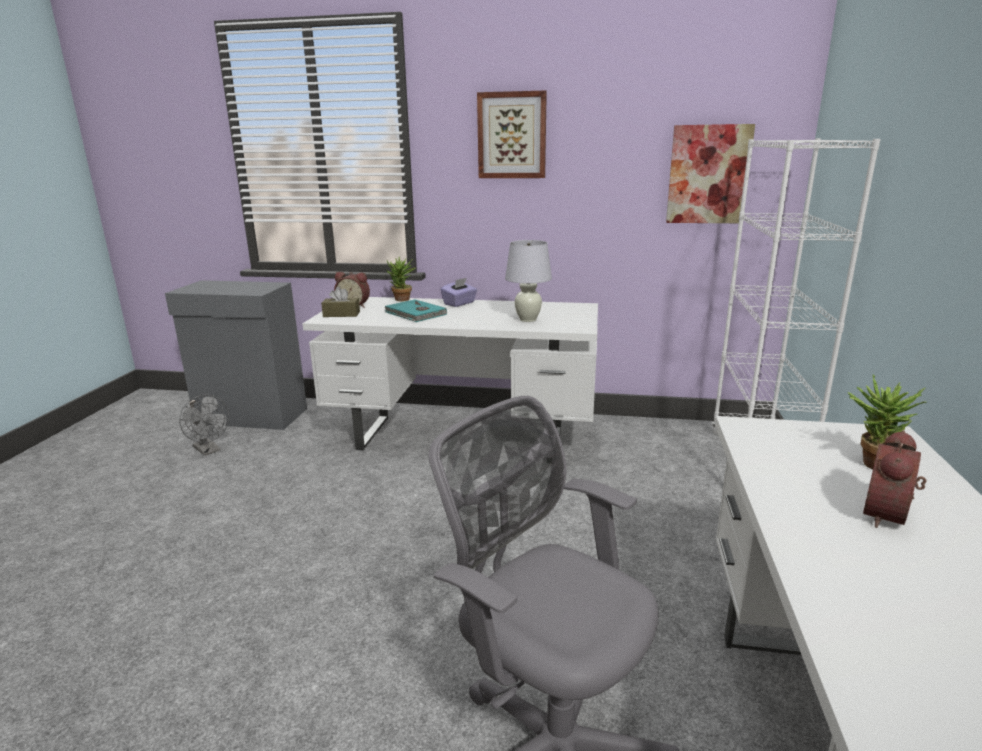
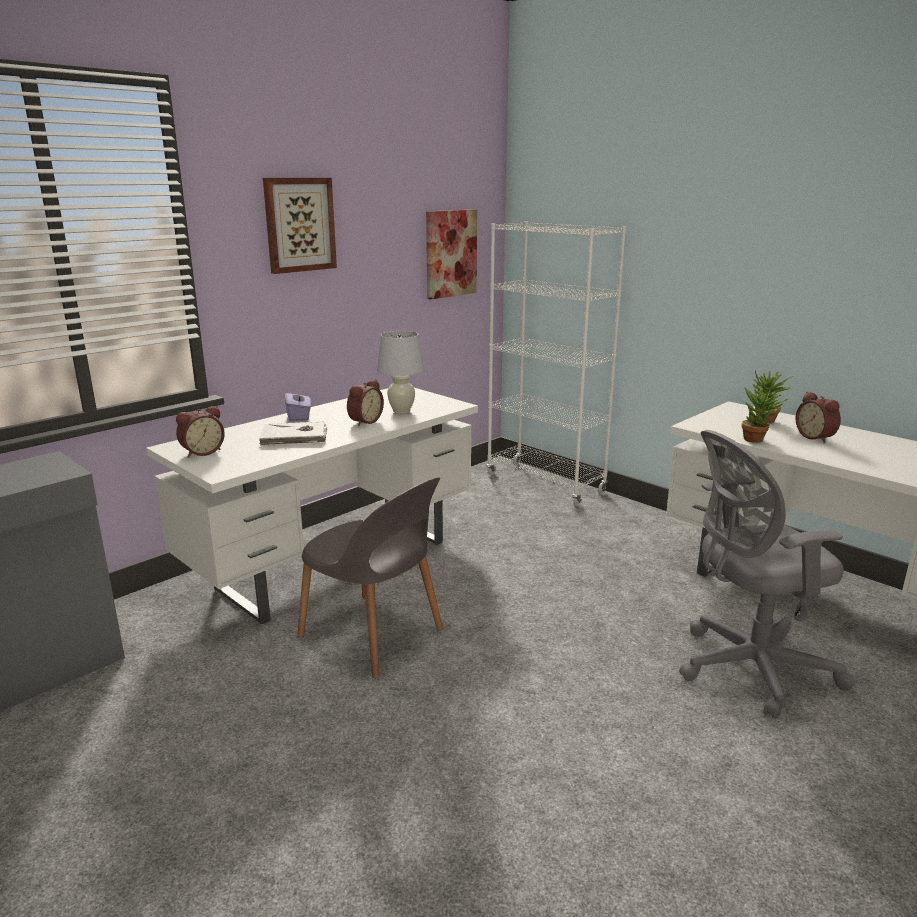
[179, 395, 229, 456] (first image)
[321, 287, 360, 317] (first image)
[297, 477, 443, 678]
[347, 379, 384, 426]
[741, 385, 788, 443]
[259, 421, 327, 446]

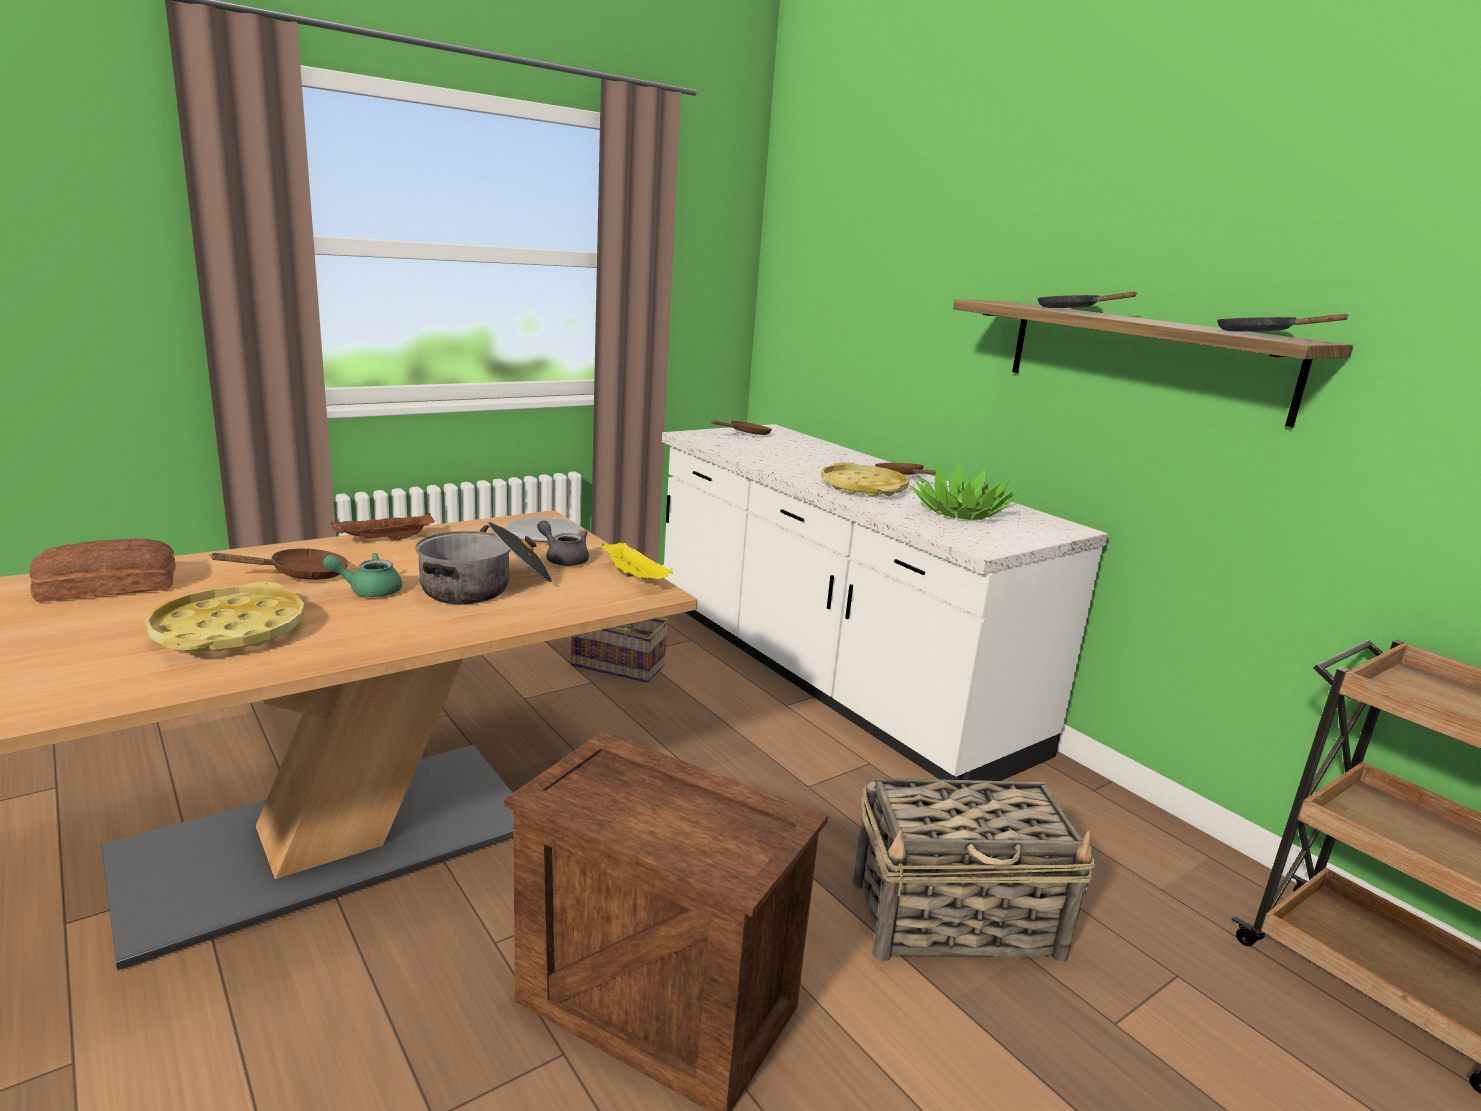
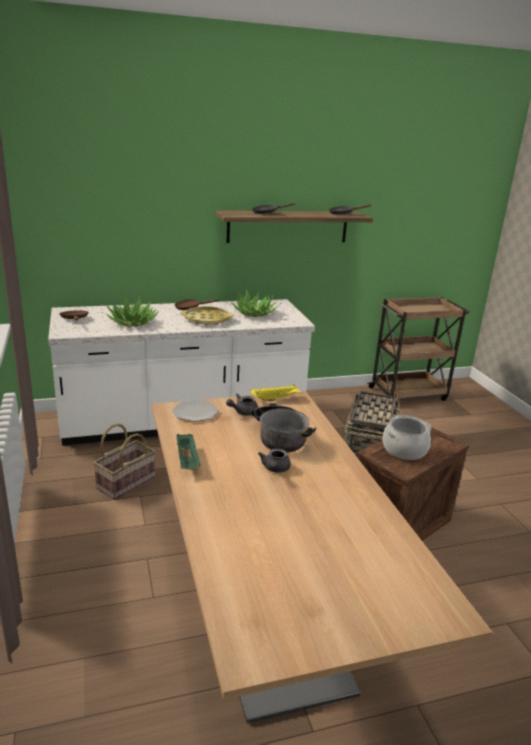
[29, 539, 176, 602] (first image)
[145, 582, 305, 652] (first image)
[209, 548, 348, 580] (first image)
[105, 297, 159, 327]
[383, 415, 431, 460]
[258, 448, 291, 473]
[177, 434, 201, 469]

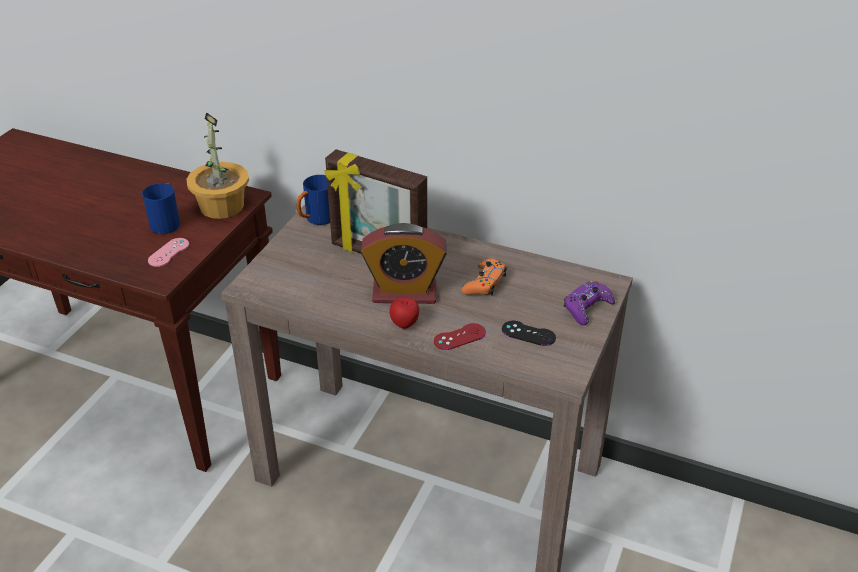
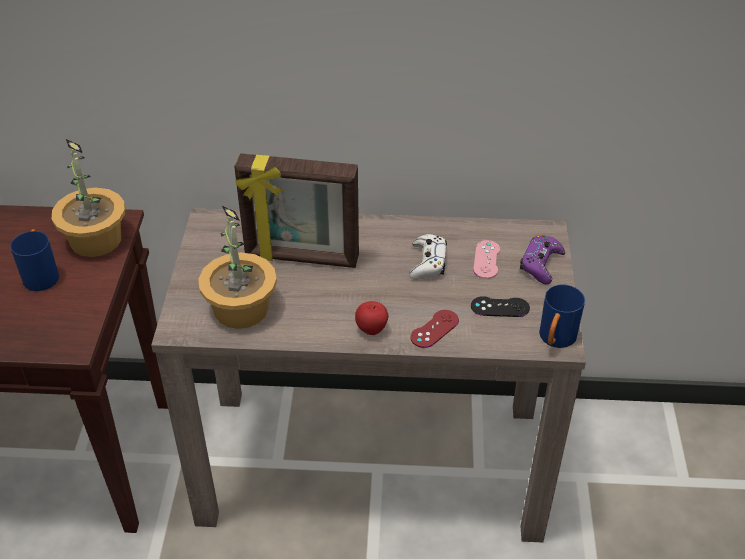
[360, 223, 447, 304] (first image)
[198, 206, 277, 329]
[473, 240, 500, 279]
[539, 284, 585, 348]
[409, 234, 447, 280]

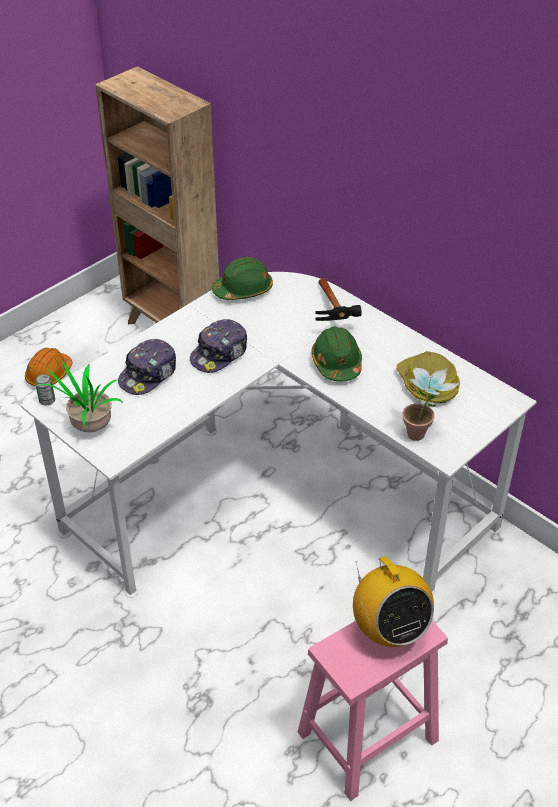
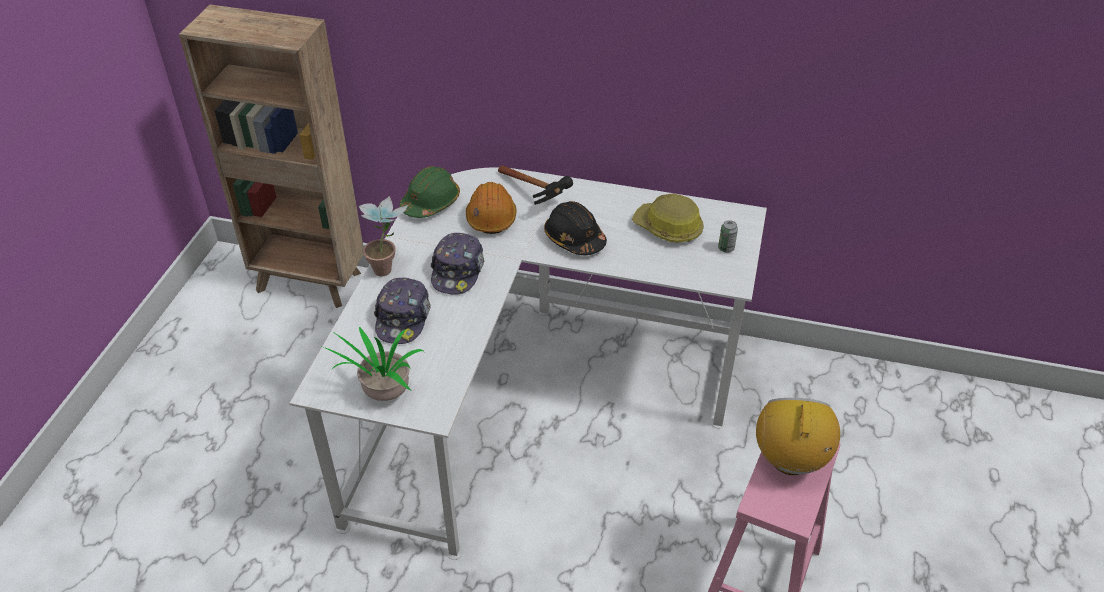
[466, 182, 516, 234]
[718, 220, 738, 253]
[359, 196, 408, 277]
[544, 201, 607, 255]
[756, 398, 840, 475]

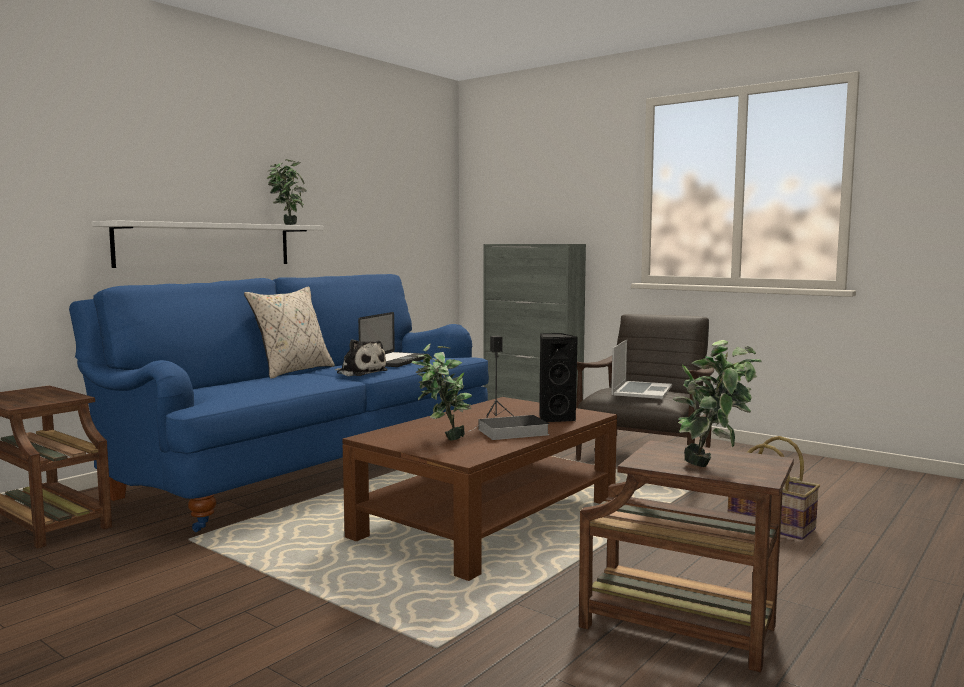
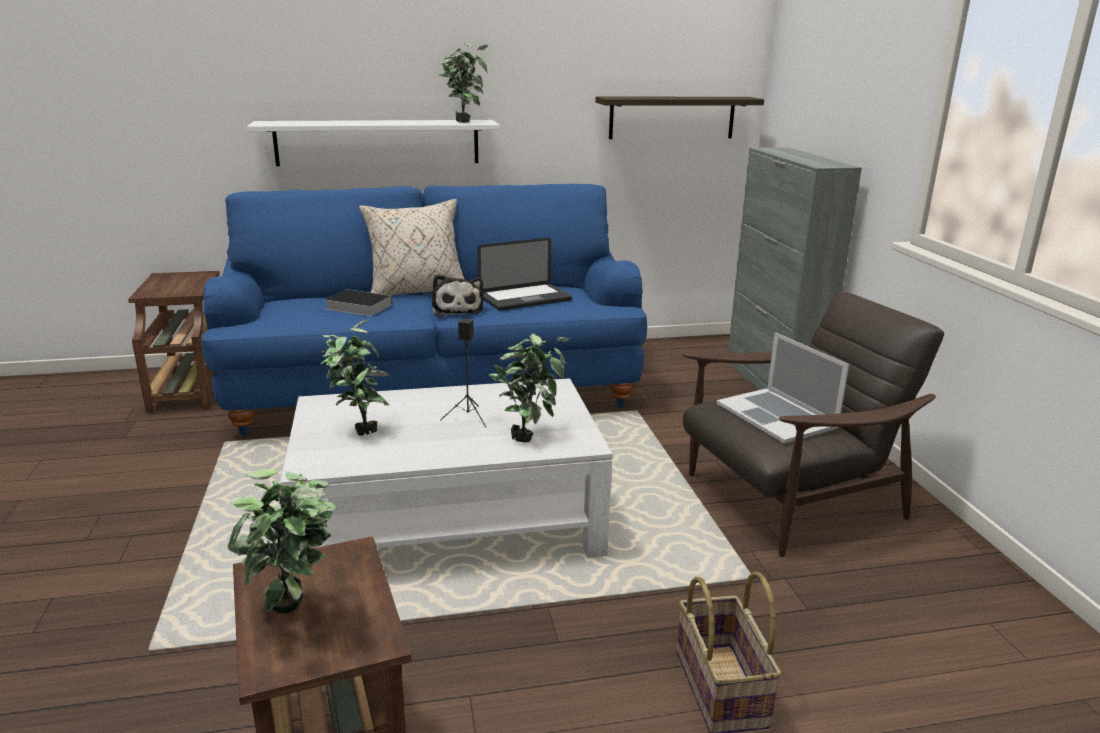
[595, 97, 764, 139]
[325, 289, 392, 316]
[489, 333, 570, 442]
[280, 378, 613, 558]
[717, 332, 849, 444]

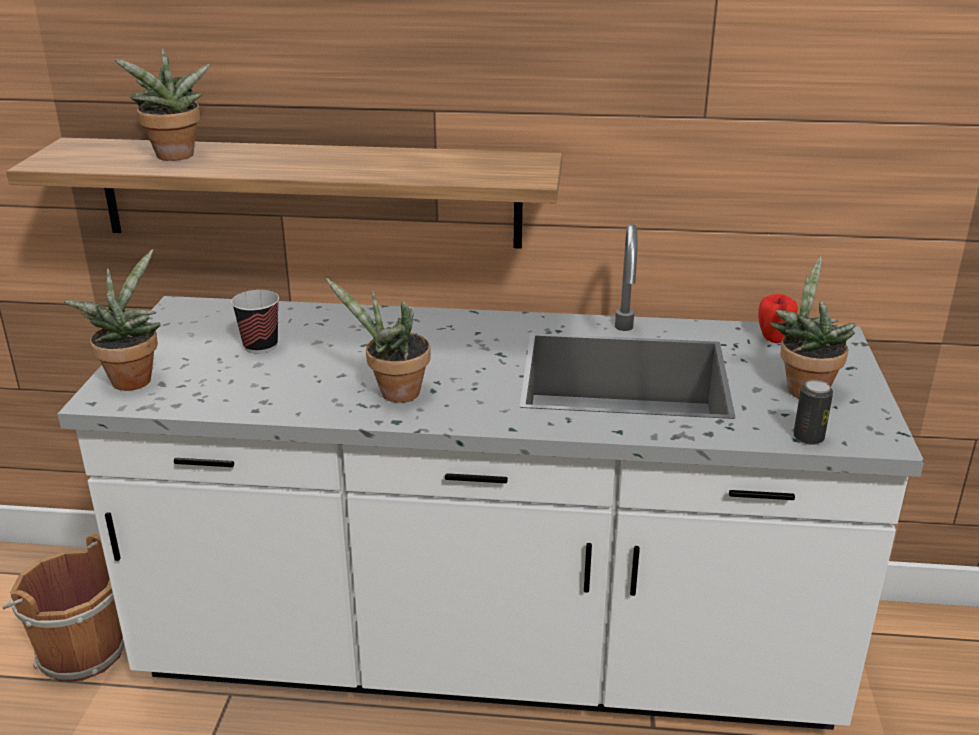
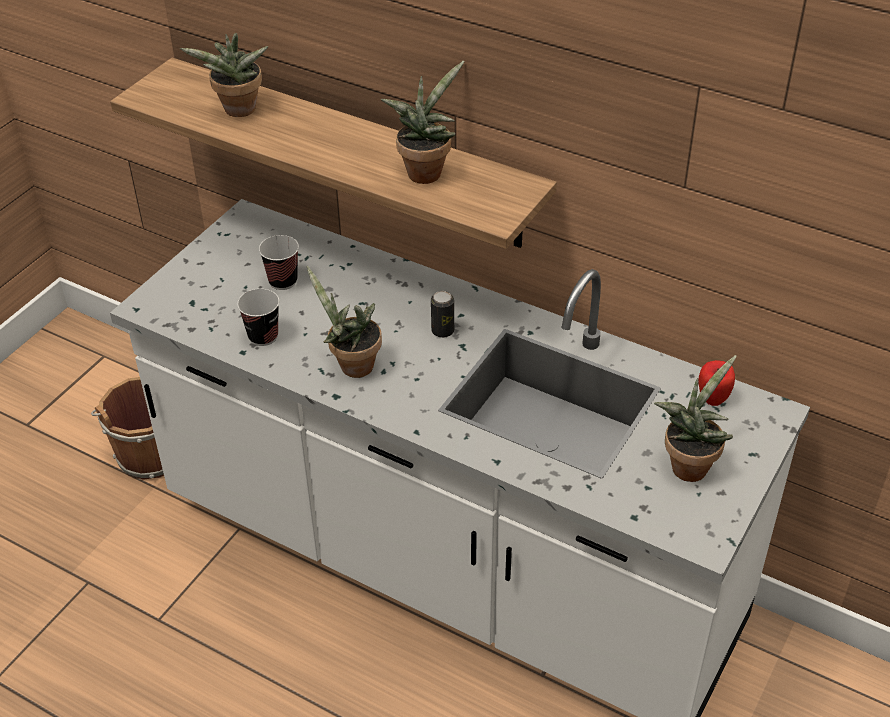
[237, 289, 279, 346]
[381, 61, 465, 184]
[431, 291, 454, 338]

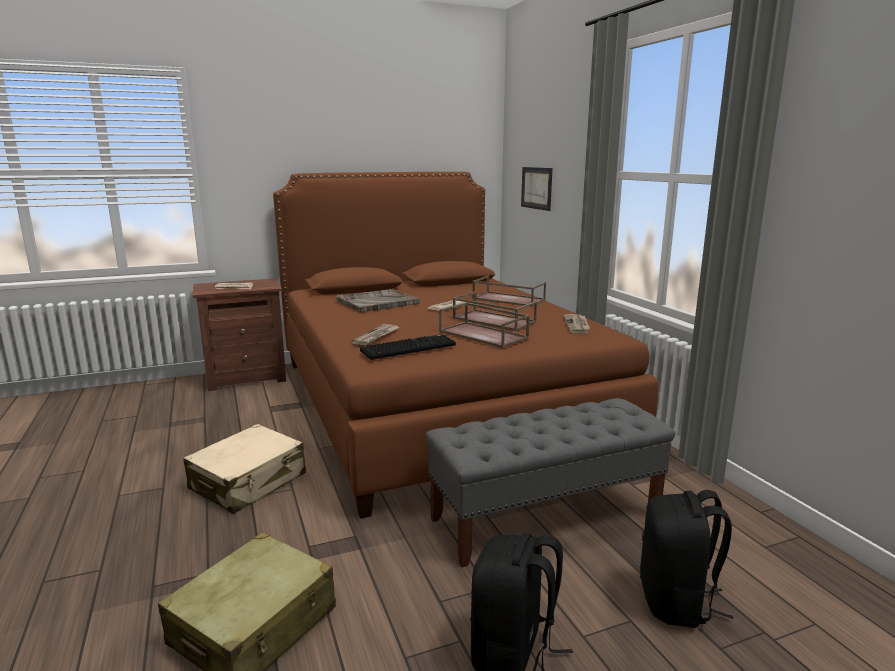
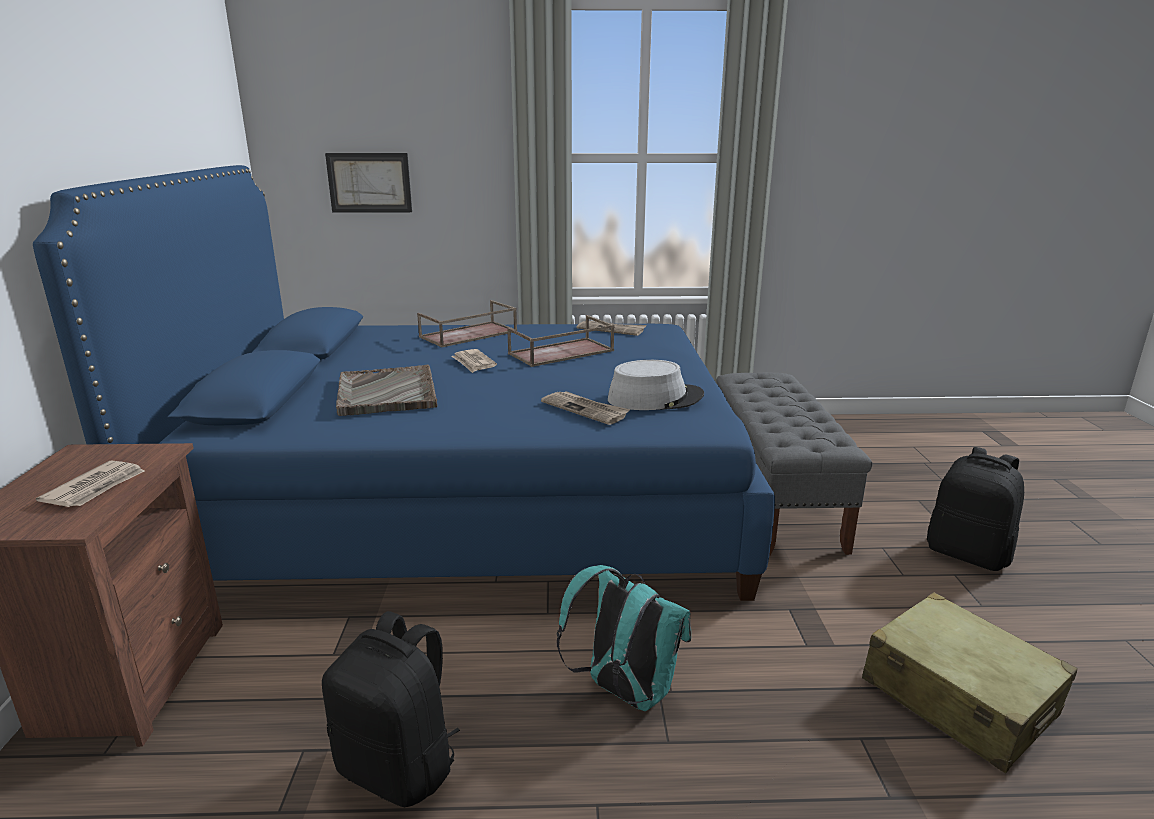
[439, 302, 530, 348] (first image)
[322, 611, 460, 807]
[557, 565, 691, 711]
[608, 360, 704, 410]
[33, 165, 775, 601]

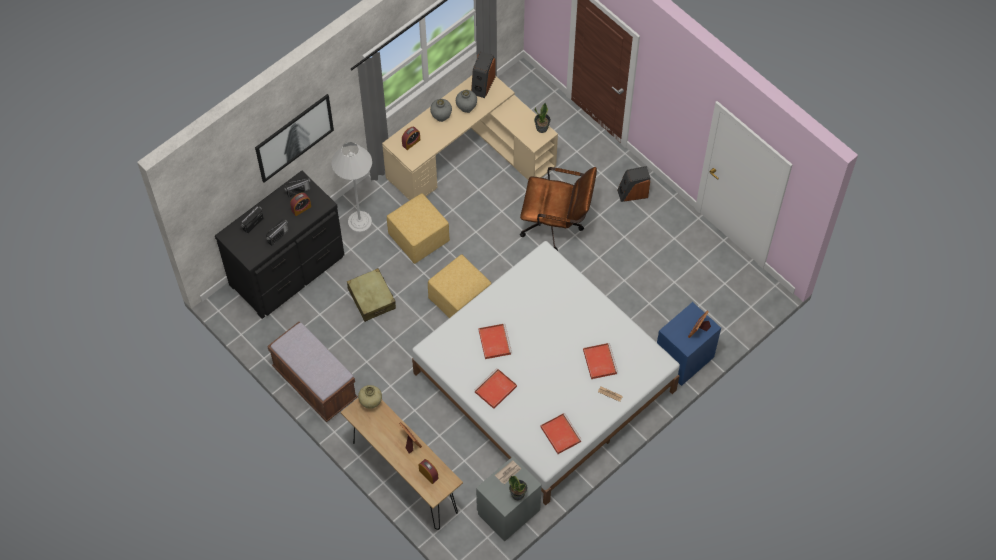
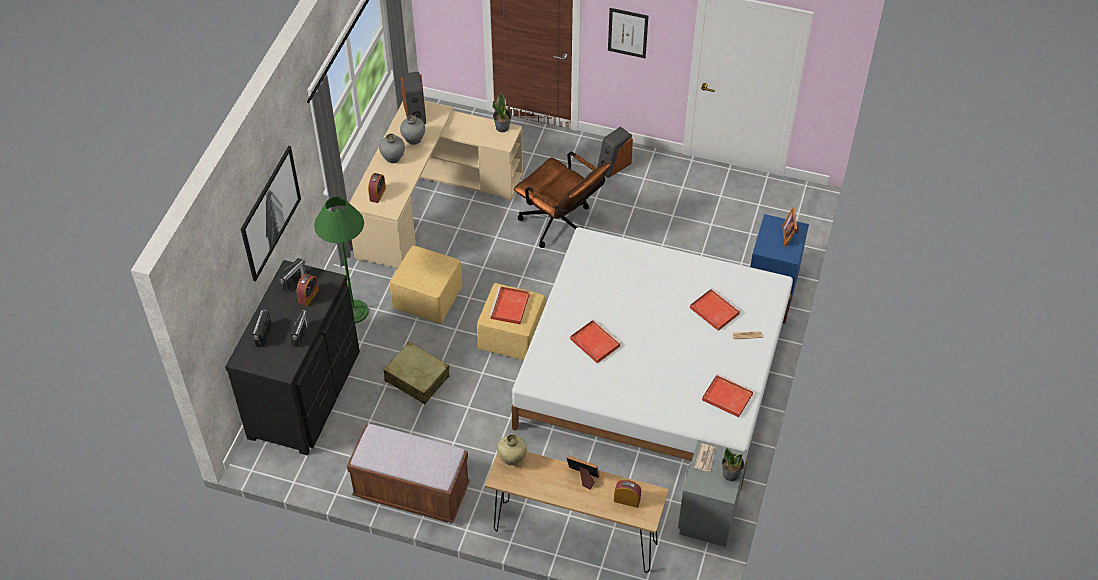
[608, 8, 648, 58]
[489, 286, 530, 324]
[314, 196, 369, 323]
[514, 152, 610, 248]

